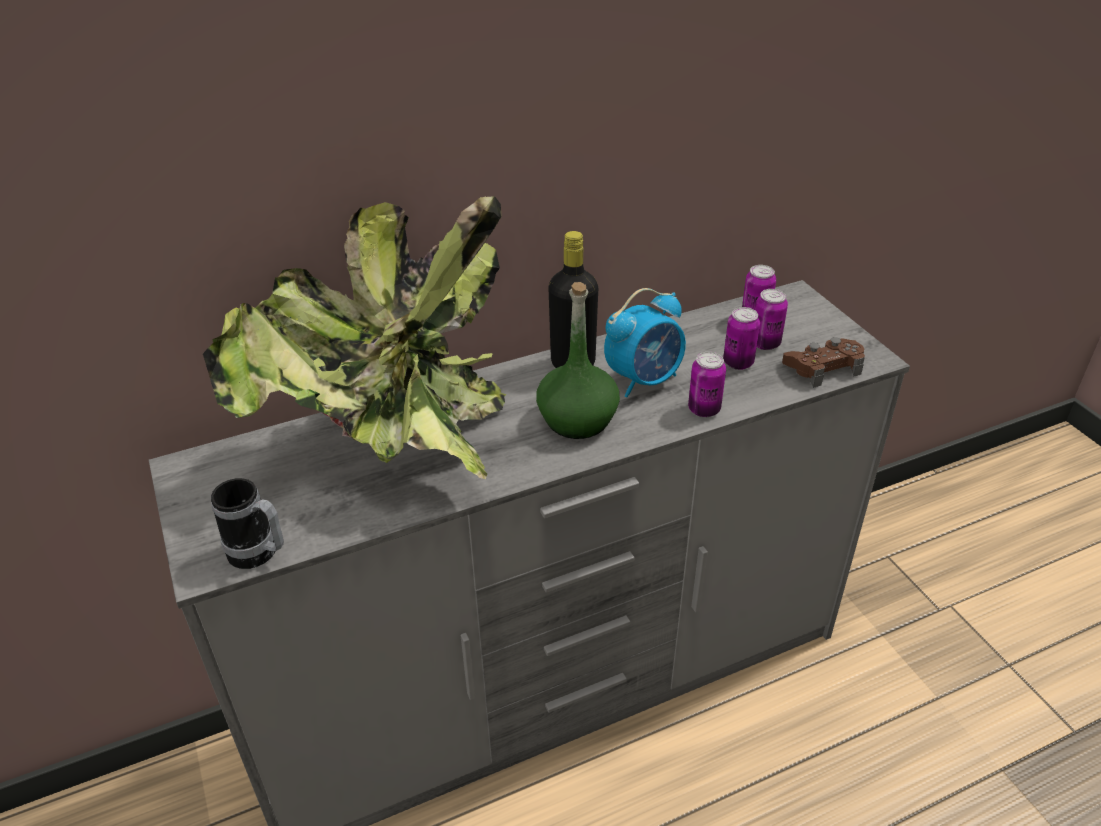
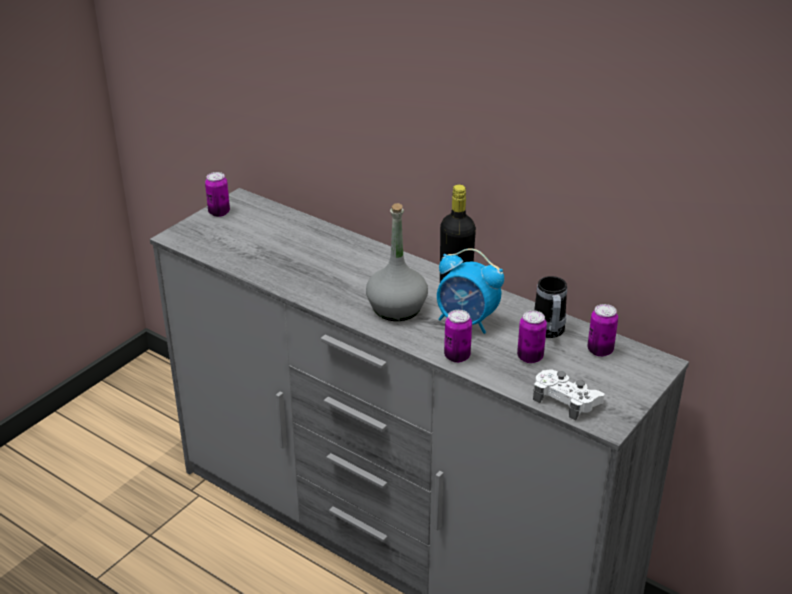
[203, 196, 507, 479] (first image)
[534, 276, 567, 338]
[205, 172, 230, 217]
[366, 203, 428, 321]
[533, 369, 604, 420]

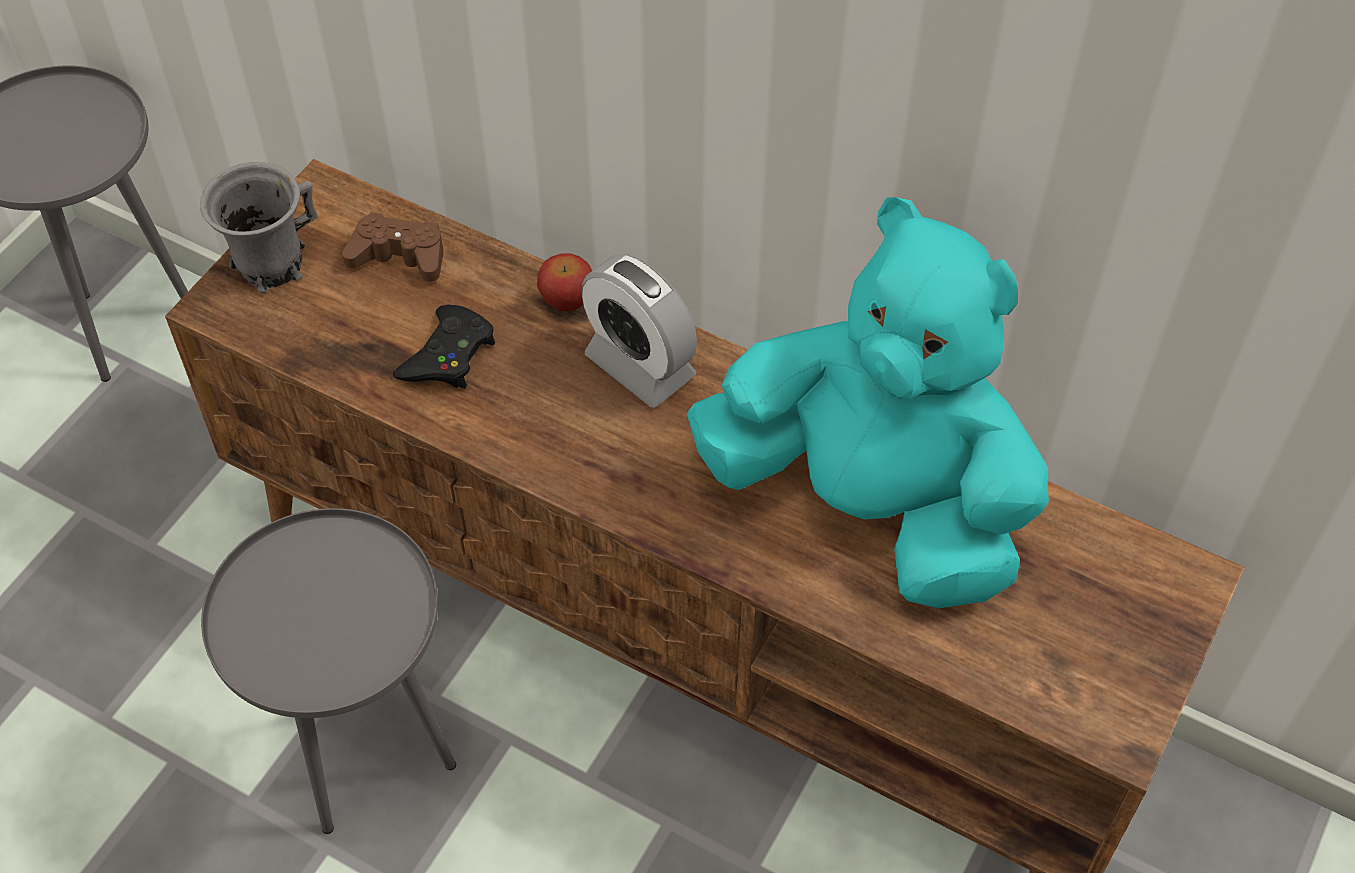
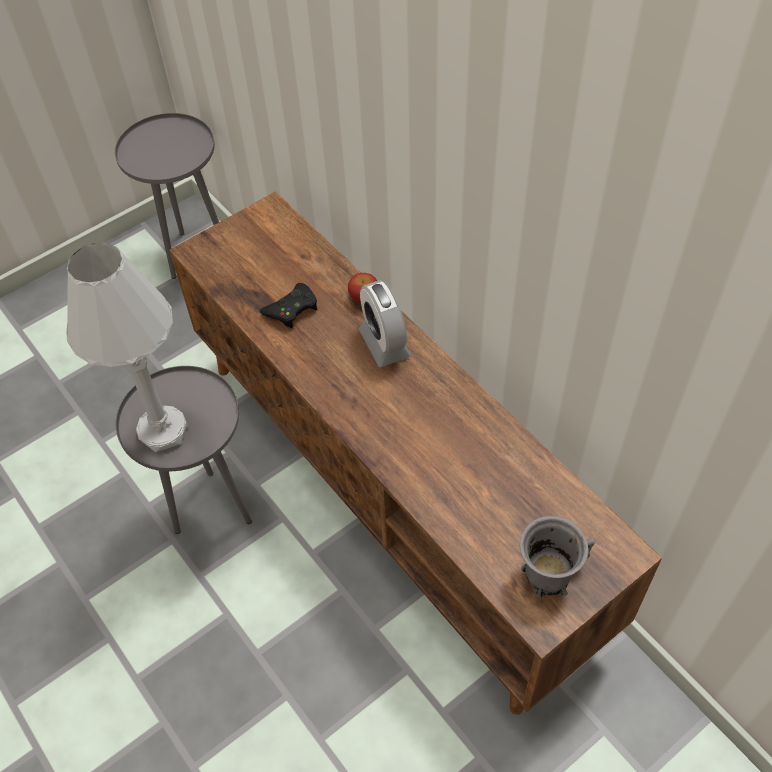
[342, 212, 444, 282] (first image)
[687, 197, 1049, 608] (first image)
[67, 242, 188, 452]
[520, 516, 595, 598]

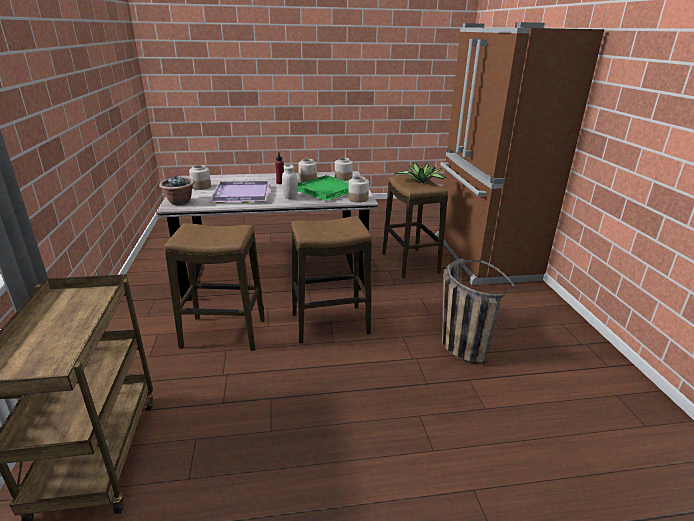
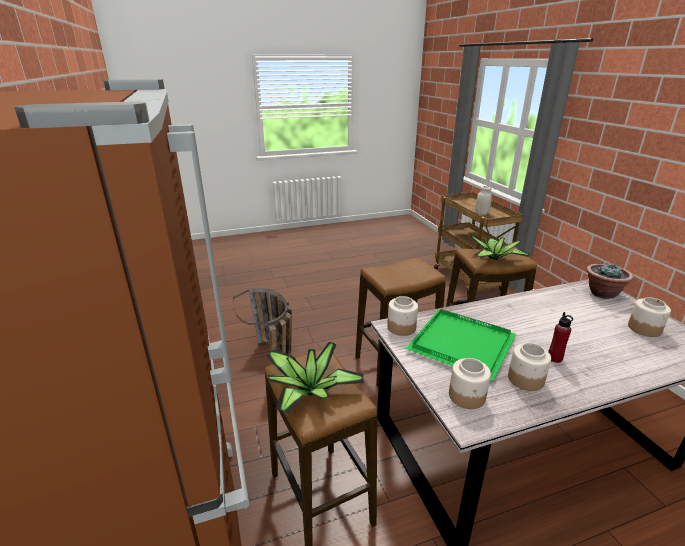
[209, 181, 271, 204] (first image)
[470, 235, 530, 261]
[476, 186, 492, 215]

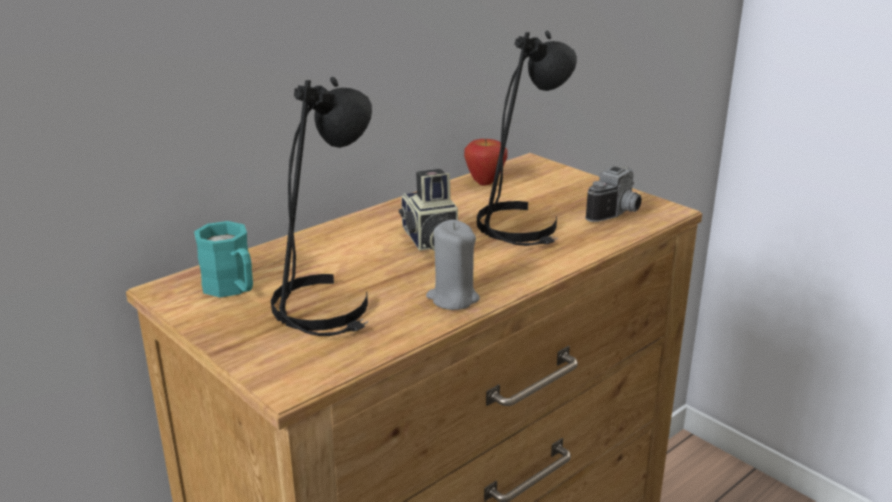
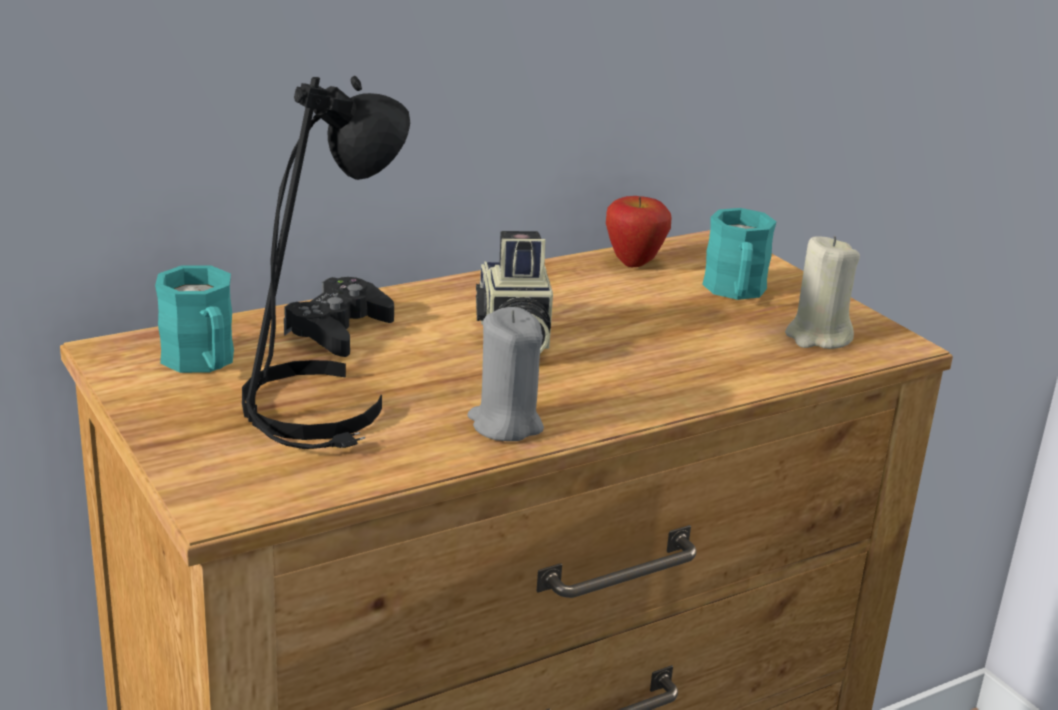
[477, 31, 577, 246] (first image)
[284, 277, 394, 357]
[702, 208, 776, 300]
[785, 236, 860, 349]

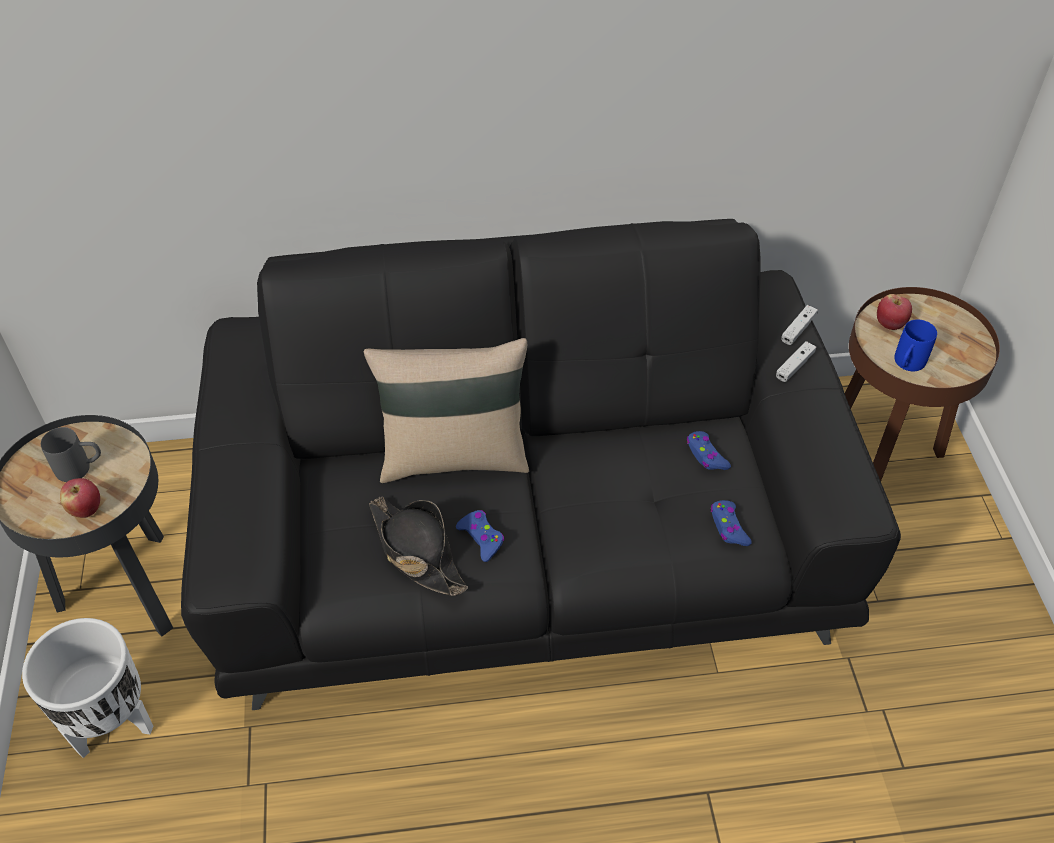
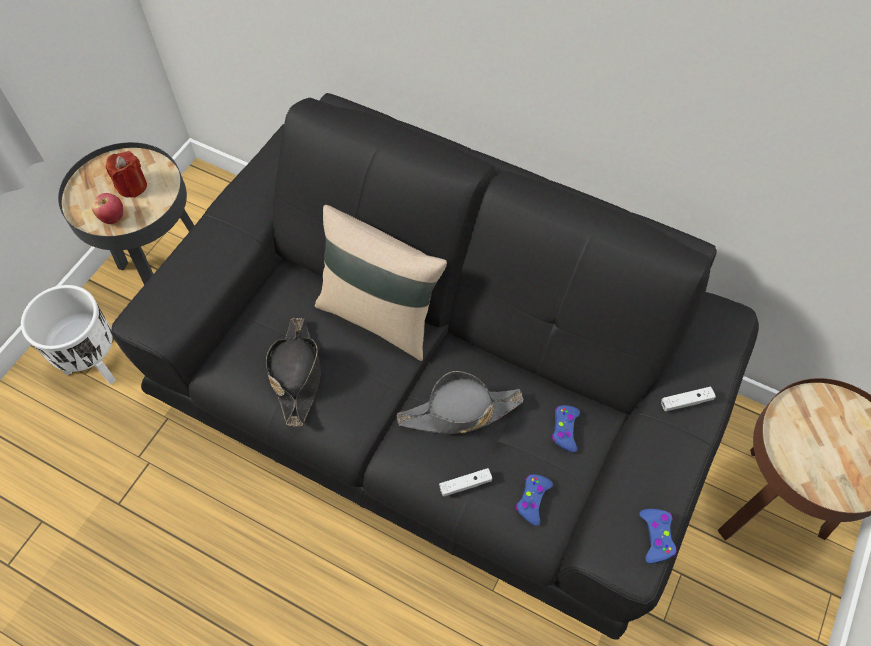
[877, 294, 912, 330] (first image)
[894, 319, 937, 371] (first image)
[397, 371, 523, 434]
[639, 509, 677, 564]
[439, 468, 492, 497]
[106, 151, 147, 198]

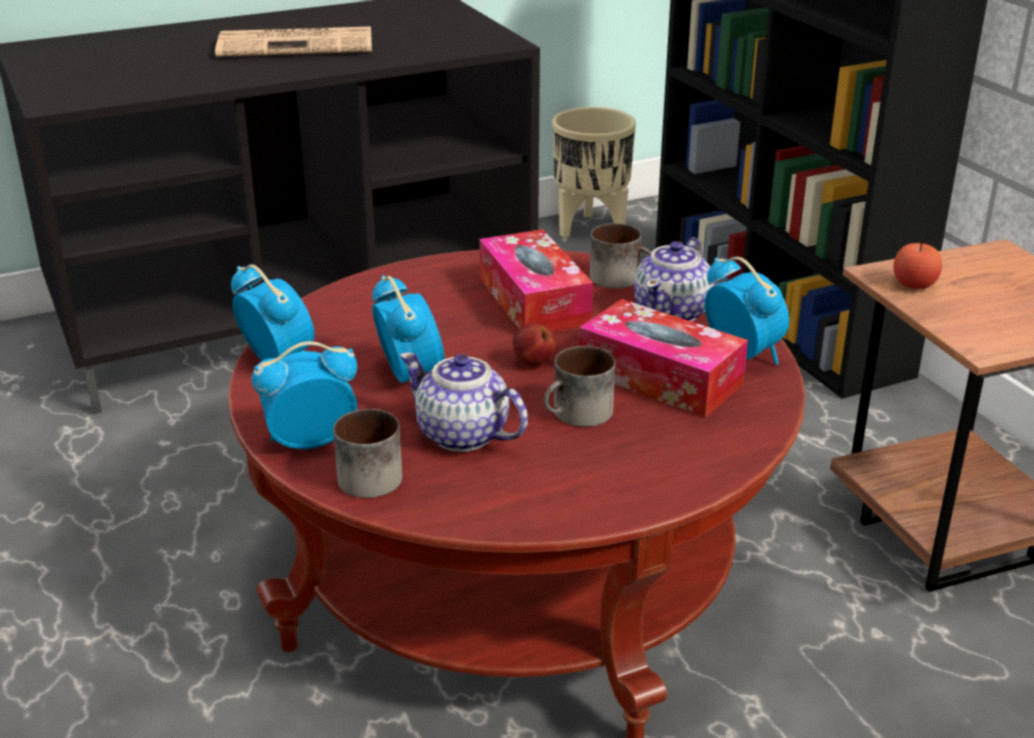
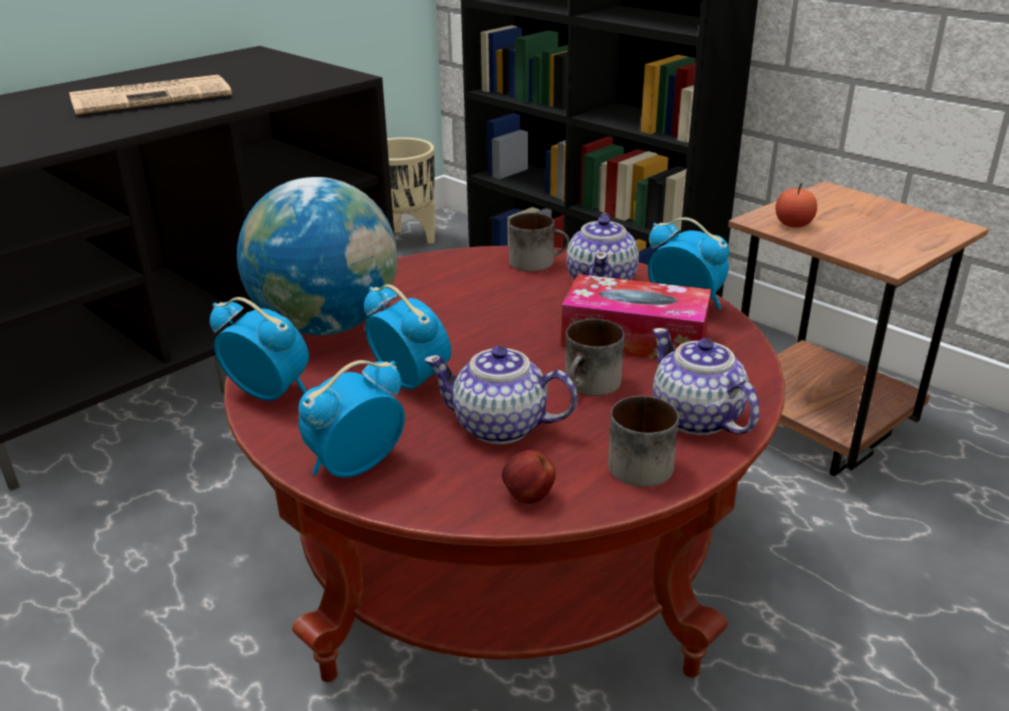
[480, 229, 593, 332] (first image)
[237, 177, 397, 335]
[653, 328, 760, 435]
[608, 396, 679, 487]
[502, 450, 556, 504]

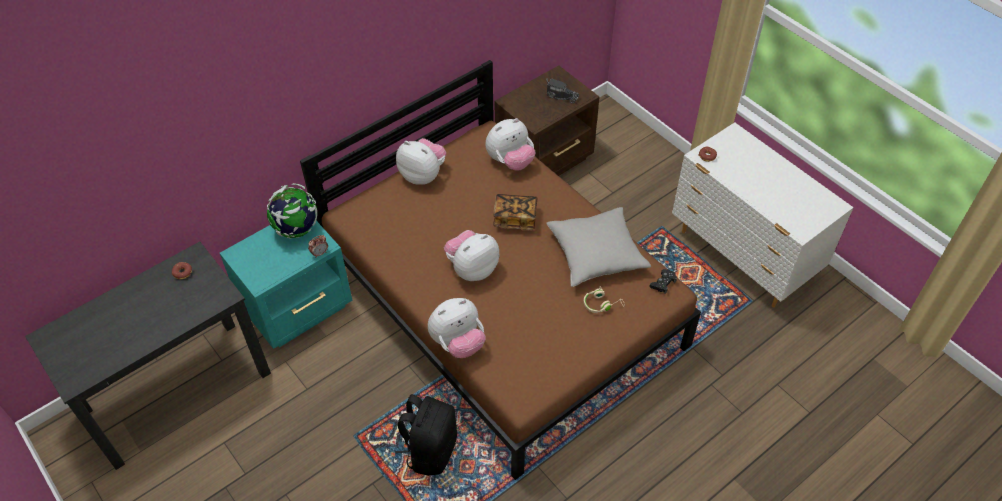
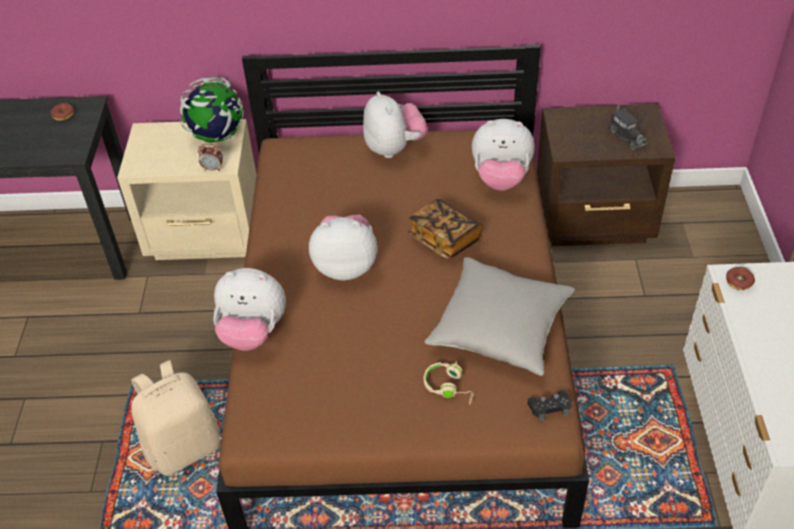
[117, 119, 257, 260]
[131, 360, 220, 476]

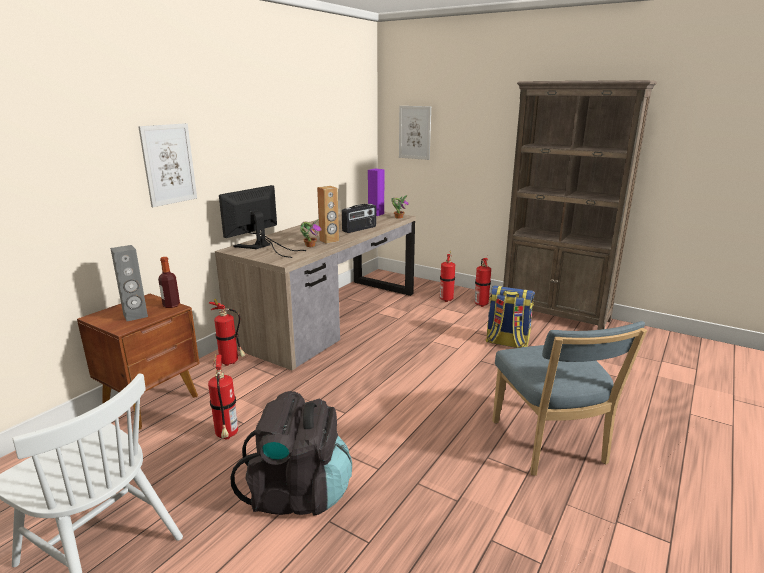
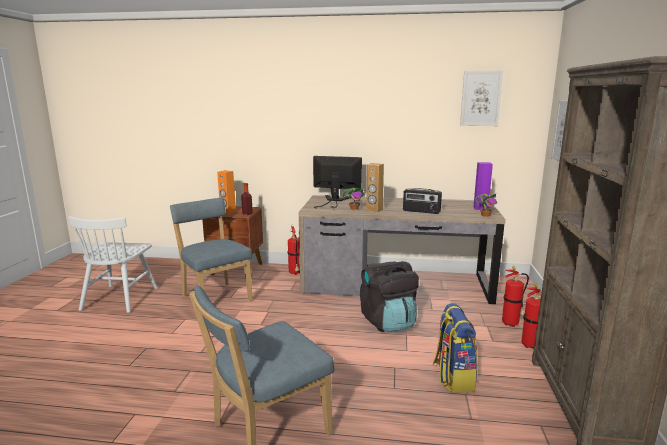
[460, 71, 503, 126]
[360, 261, 419, 332]
[170, 198, 253, 301]
[217, 170, 236, 214]

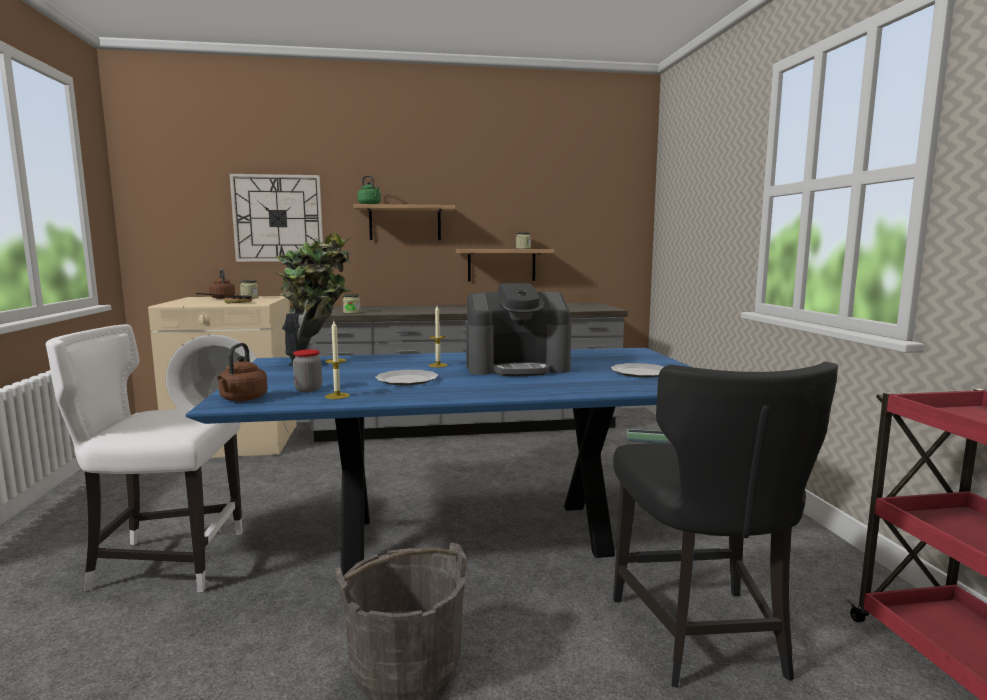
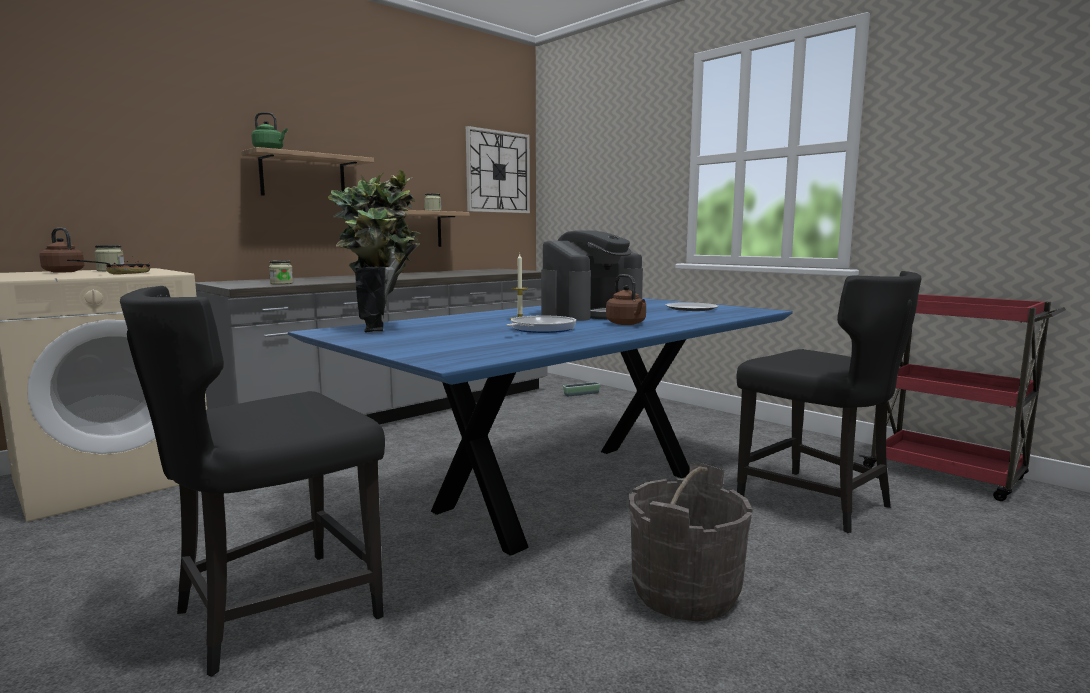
[293, 350, 322, 392] (first image)
[325, 321, 349, 399] (first image)
[606, 274, 646, 325]
[466, 126, 530, 213]
[506, 316, 576, 333]
[120, 286, 385, 677]

